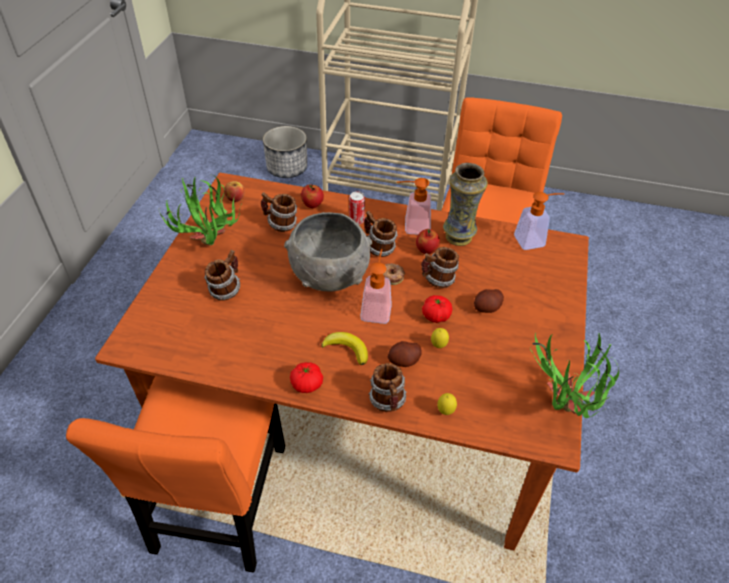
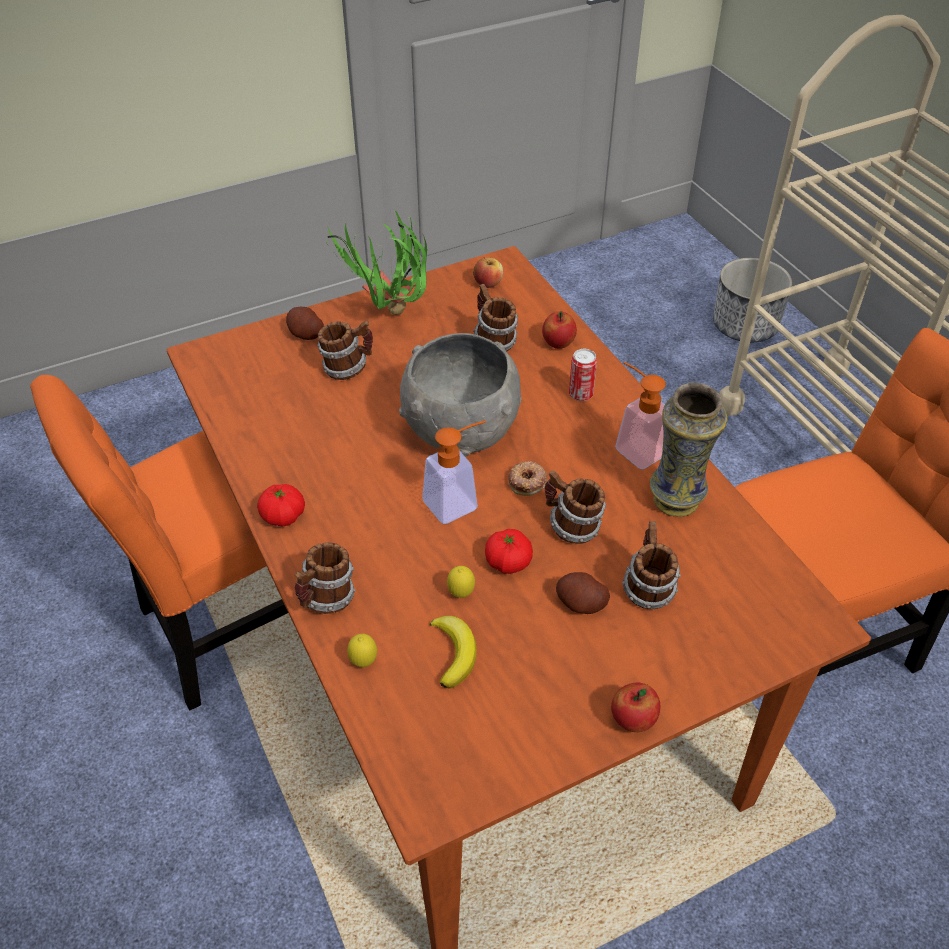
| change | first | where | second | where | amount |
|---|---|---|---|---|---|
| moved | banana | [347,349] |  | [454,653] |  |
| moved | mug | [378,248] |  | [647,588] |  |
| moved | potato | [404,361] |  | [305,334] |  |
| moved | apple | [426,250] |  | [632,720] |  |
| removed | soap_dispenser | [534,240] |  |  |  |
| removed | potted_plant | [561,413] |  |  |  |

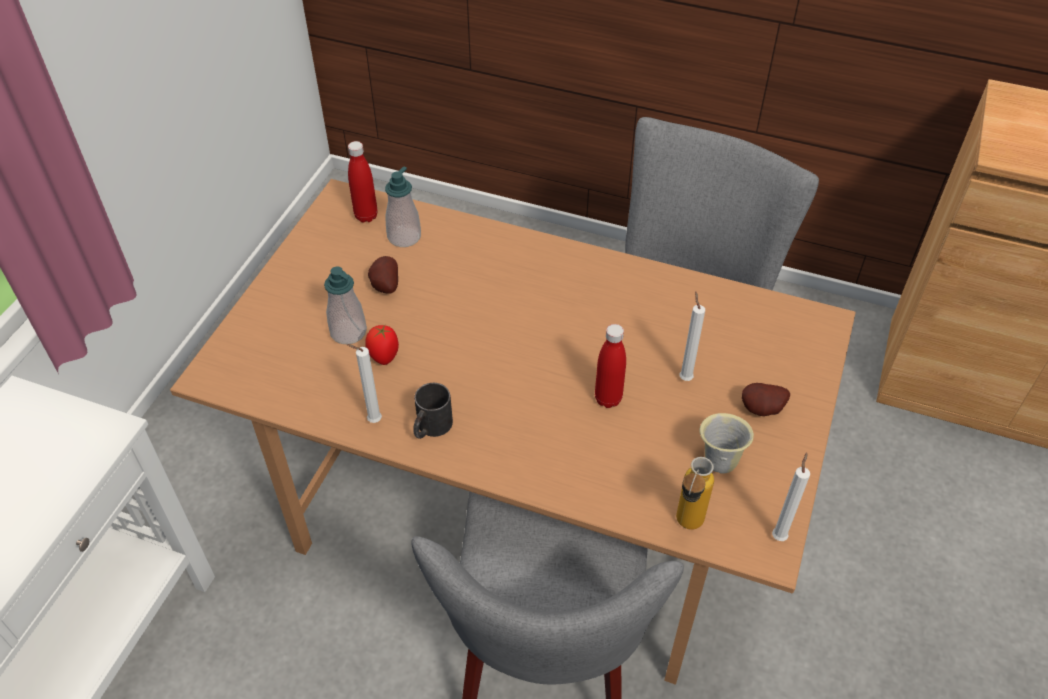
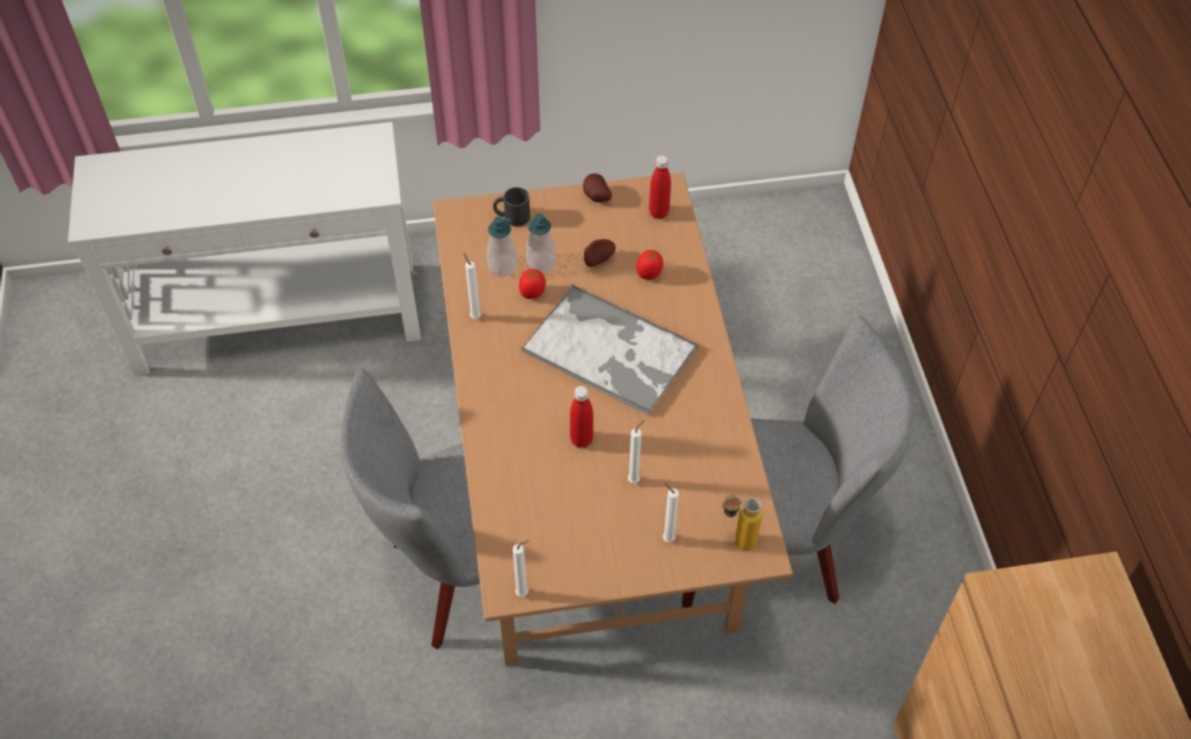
| change | first | where | second | where | amount |
|---|---|---|---|---|---|
| moved | soap_dispenser | [404,237] |  | [502,266] |  |
| moved | black_mug | [430,427] |  | [511,217] |  |
| moved | bottle | [685,528] |  | [736,542] |  |
| removed | beige_mug | [719,460] |  |  |  |
| moved | potato | [763,410] |  | [595,197] |  |
| added |  |  | tray | [611,351] |  |
| added |  |  | tomato | [649,274] |  |
| added |  |  | white_candle | [667,538] |  |

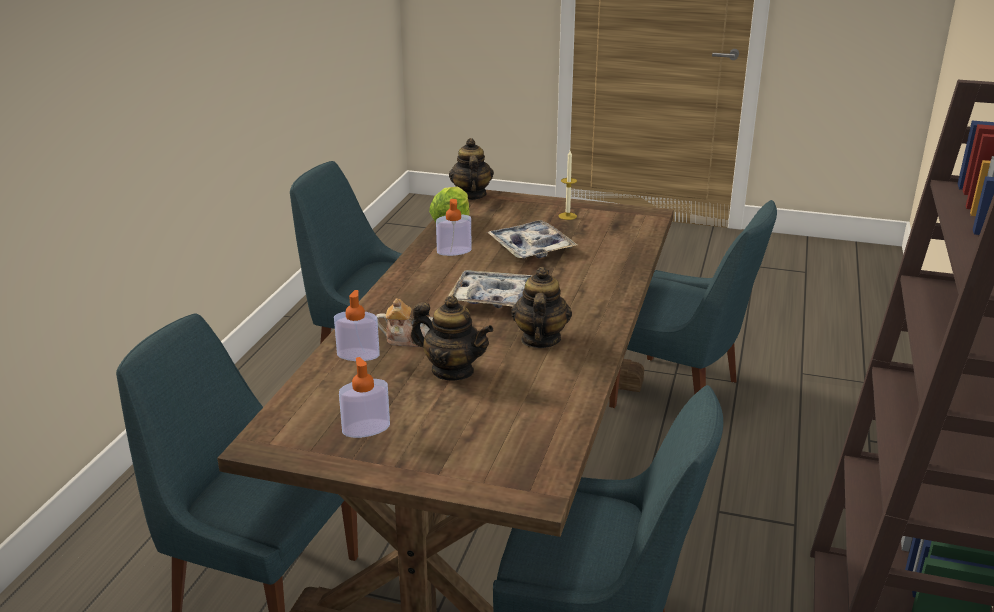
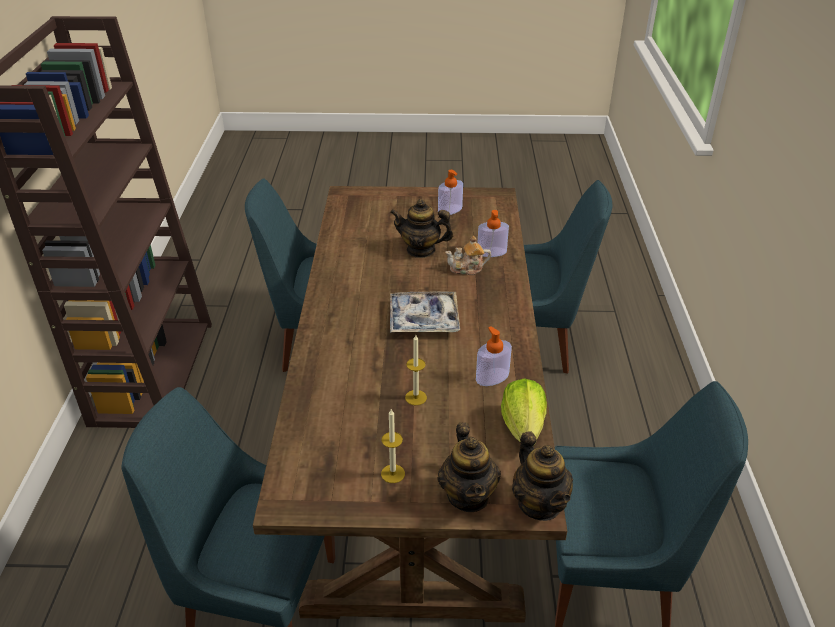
| change | first | where | second | where | amount |
|---|---|---|---|---|---|
| replaced | tray | [531,248] | candle | [416,397] |  |
| moved | teapot | [540,339] |  | [468,496] |  |

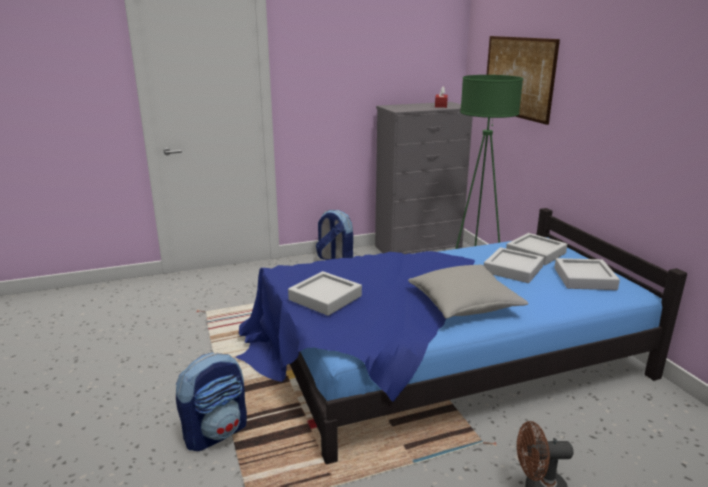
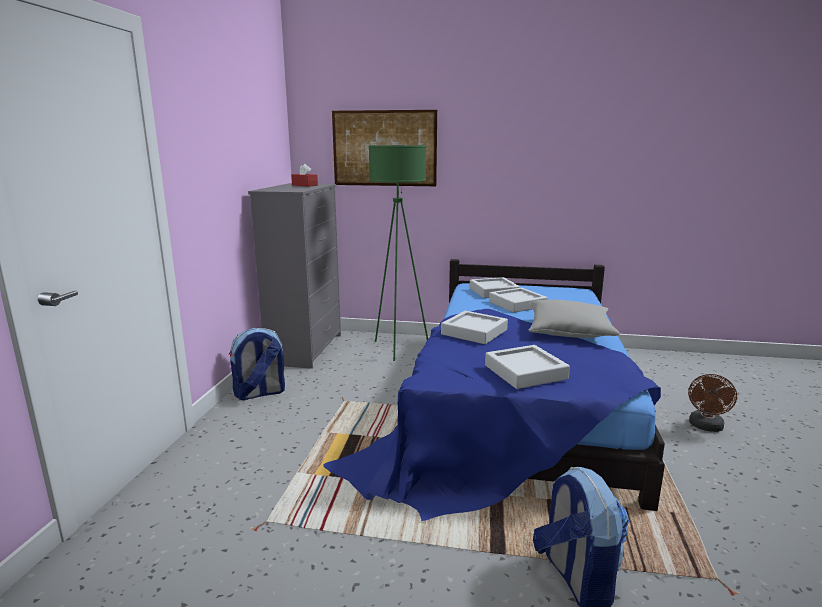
| change | first | where | second | where | amount |
|---|---|---|---|---|---|
| moved | grey_tray | [584,279] |  | [474,332] |  |

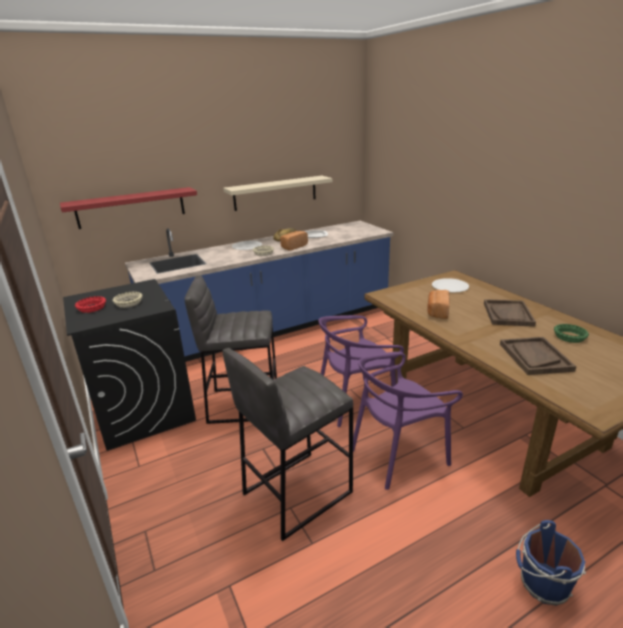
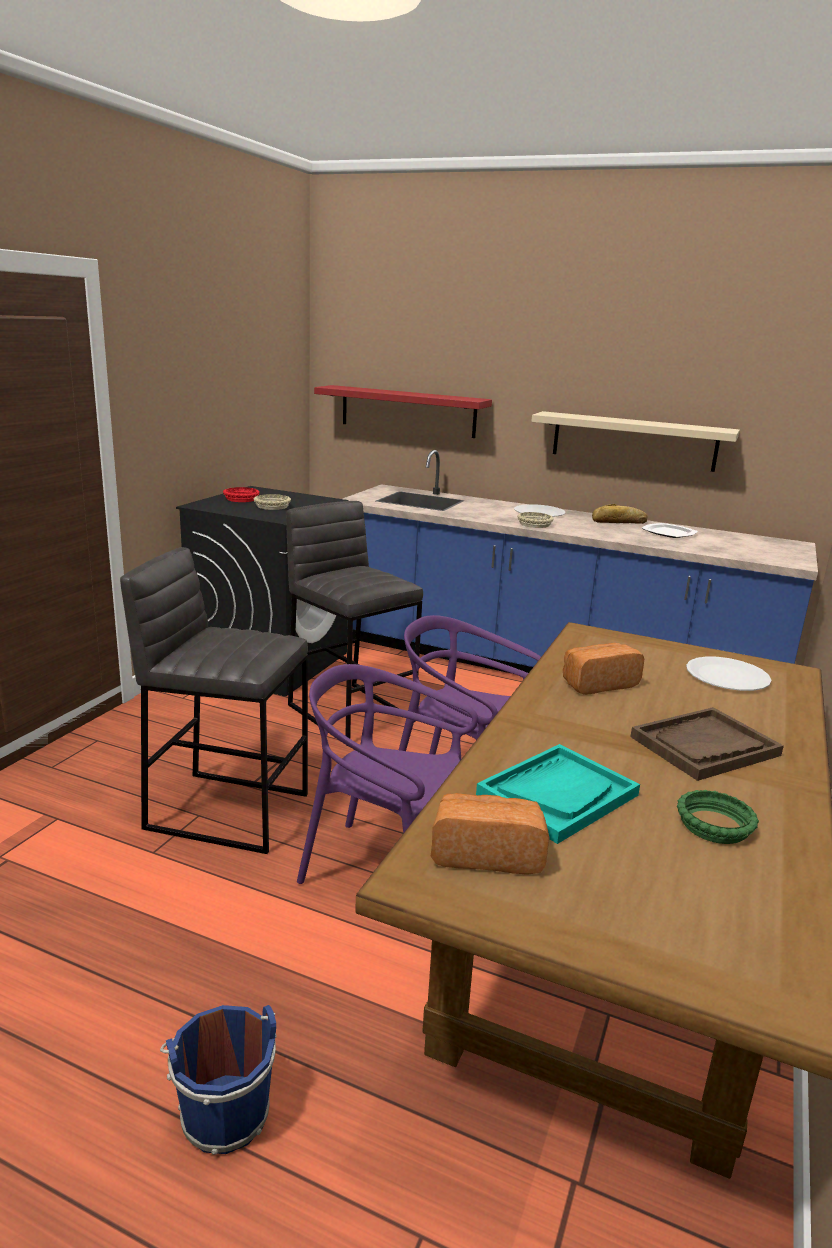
| change | first | where | second | where | amount |
|---|---|---|---|---|---|
| moved | bread | [293,246] |  | [486,853] |  |
| recoloured | brown_tray | [535,357] | turquoise_tray | [557,794] |  |

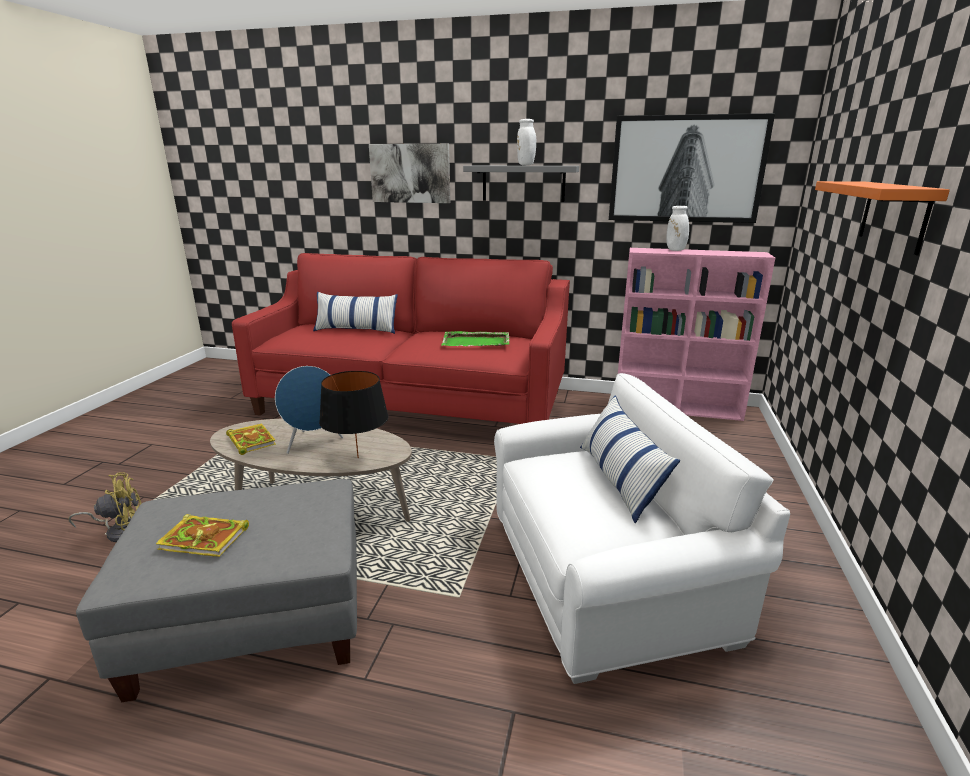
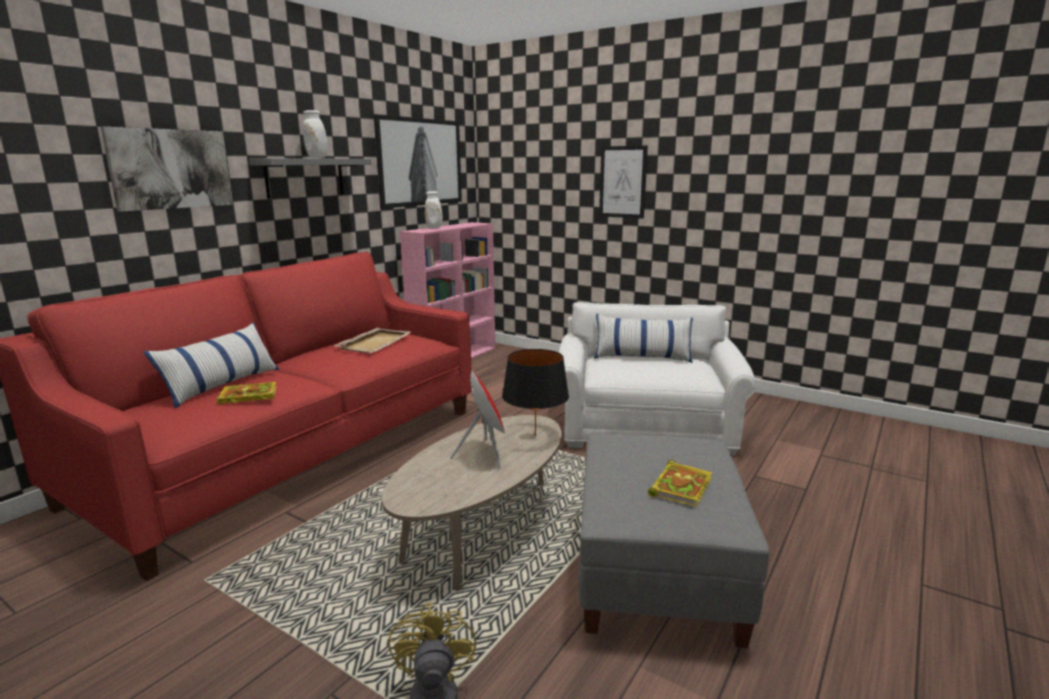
| change | first | where | second | where | amount |
|---|---|---|---|---|---|
| moved | book | [250,441] |  | [247,396] |  |
| recoloured | blue_speaker | [314,443] | red_speaker | [485,454] |  |
| recoloured | green_tray | [476,341] | beige_tray | [375,342] |  |
| replaced | orange_shelf | [893,215] | picture | [622,182] |  |

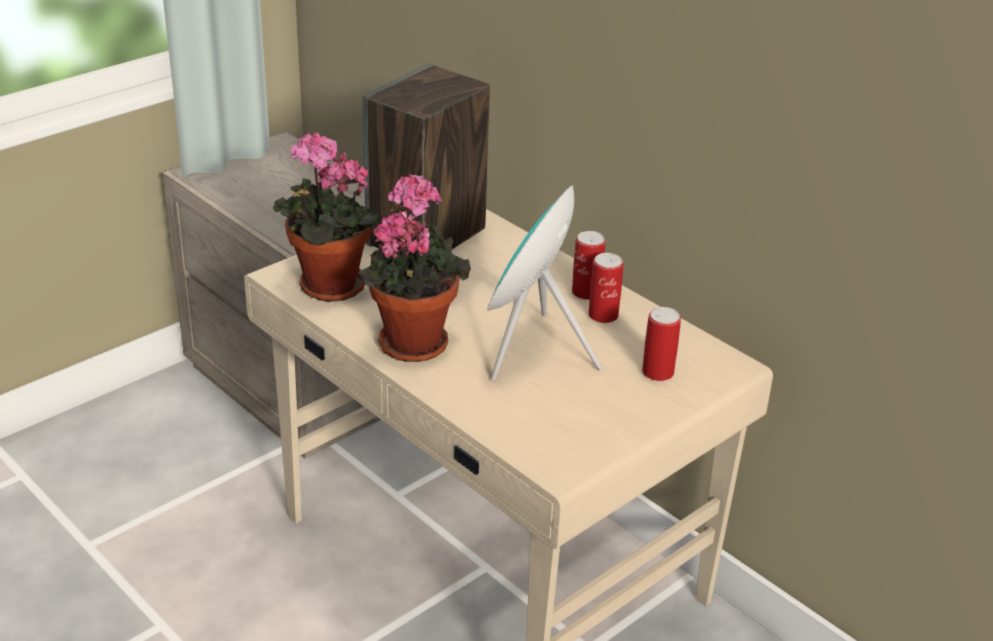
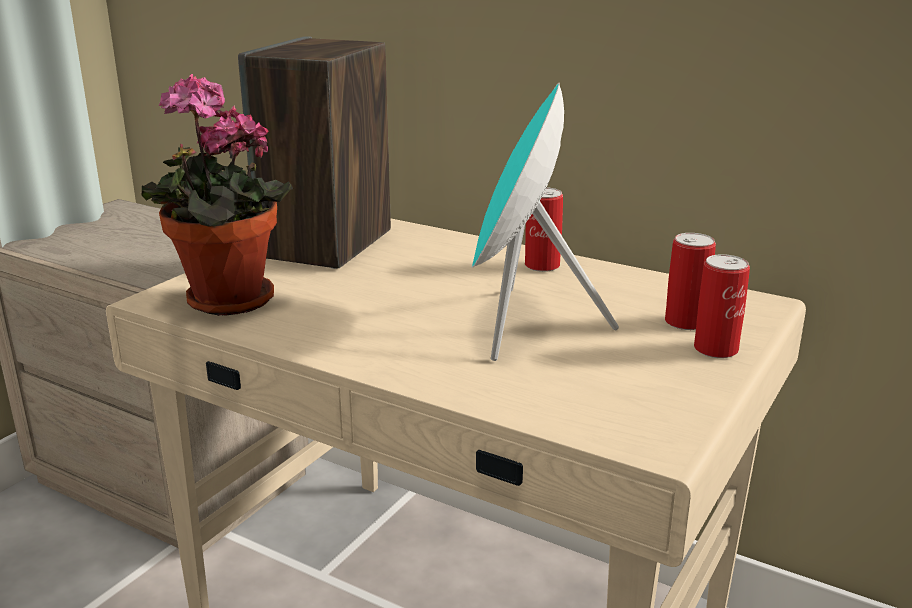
| change | first | where | second | where | amount |
|---|---|---|---|---|---|
| removed | potted_plant | [413,340] |  |  |  |
| moved | can | [603,315] |  | [716,349] |  |

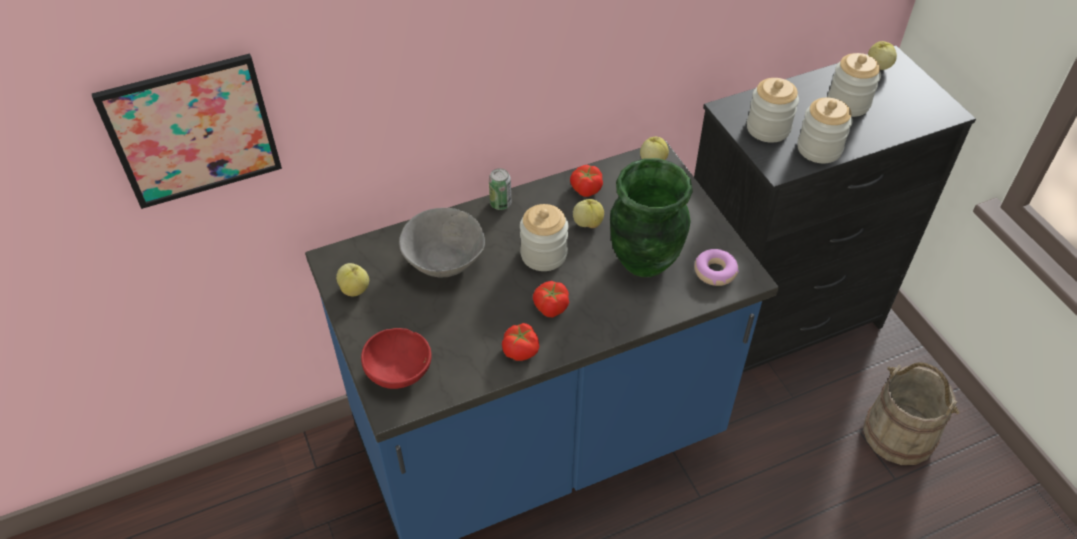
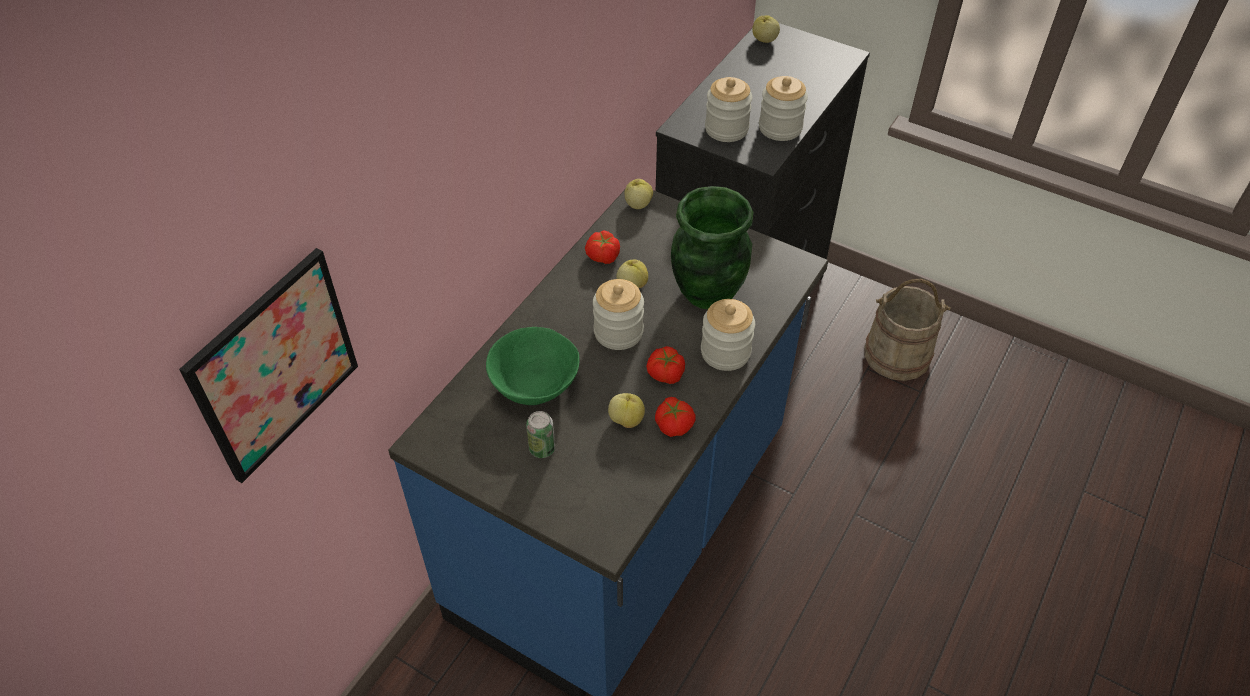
| change | first | where | second | where | amount |
|---|---|---|---|---|---|
| moved | apple | [355,289] |  | [626,419] |  |
| removed | red_bowl | [400,371] |  |  |  |
| recoloured | grey_bowl | [443,262] | green_bowl | [534,387] |  |
| moved | can | [500,203] |  | [542,449] |  |
| removed | donut | [715,272] |  |  |  |
| moved | jar | [848,103] |  | [725,352] |  |

